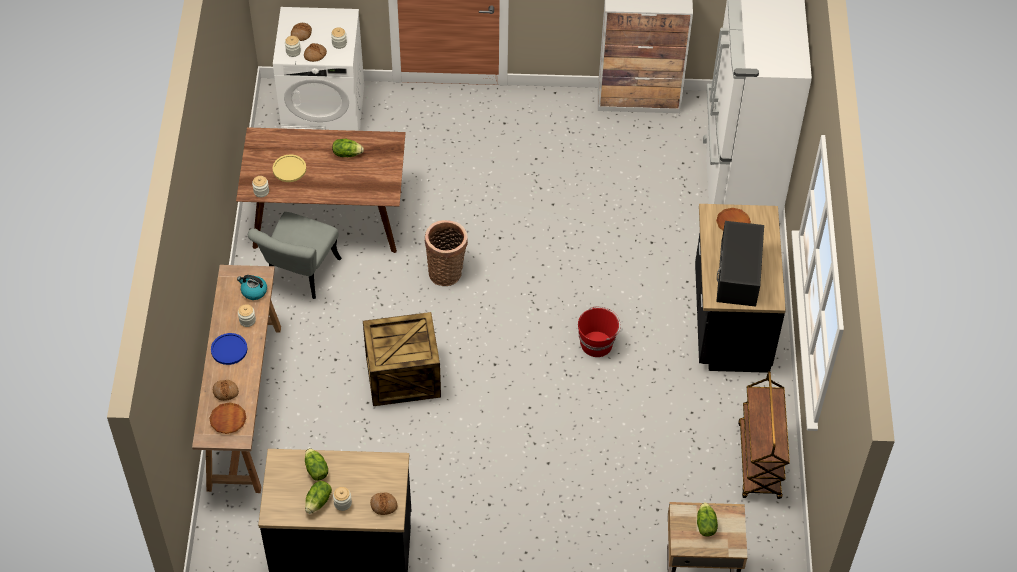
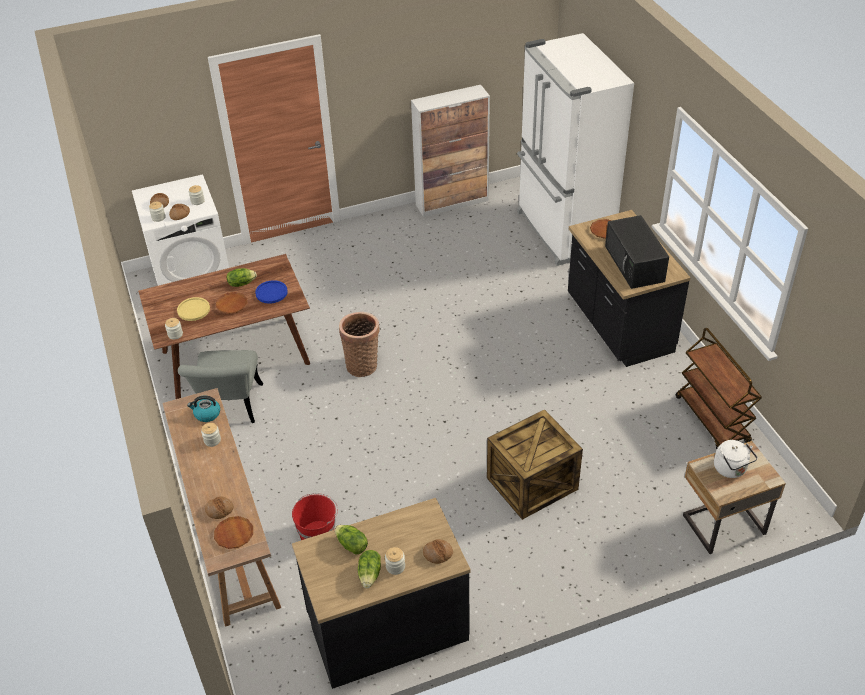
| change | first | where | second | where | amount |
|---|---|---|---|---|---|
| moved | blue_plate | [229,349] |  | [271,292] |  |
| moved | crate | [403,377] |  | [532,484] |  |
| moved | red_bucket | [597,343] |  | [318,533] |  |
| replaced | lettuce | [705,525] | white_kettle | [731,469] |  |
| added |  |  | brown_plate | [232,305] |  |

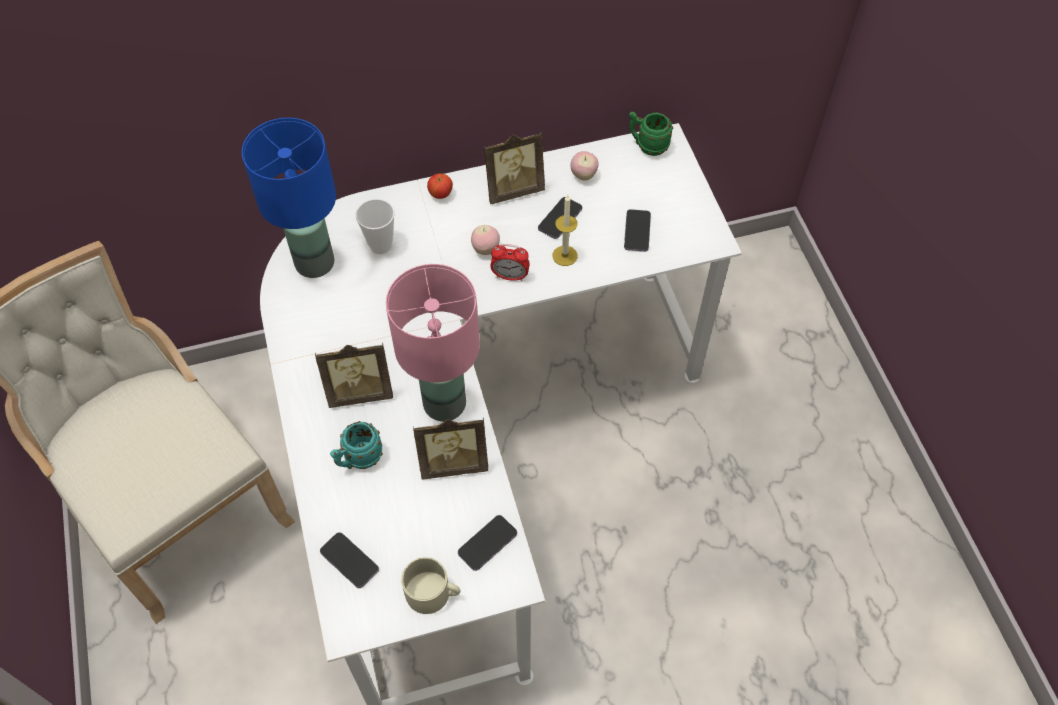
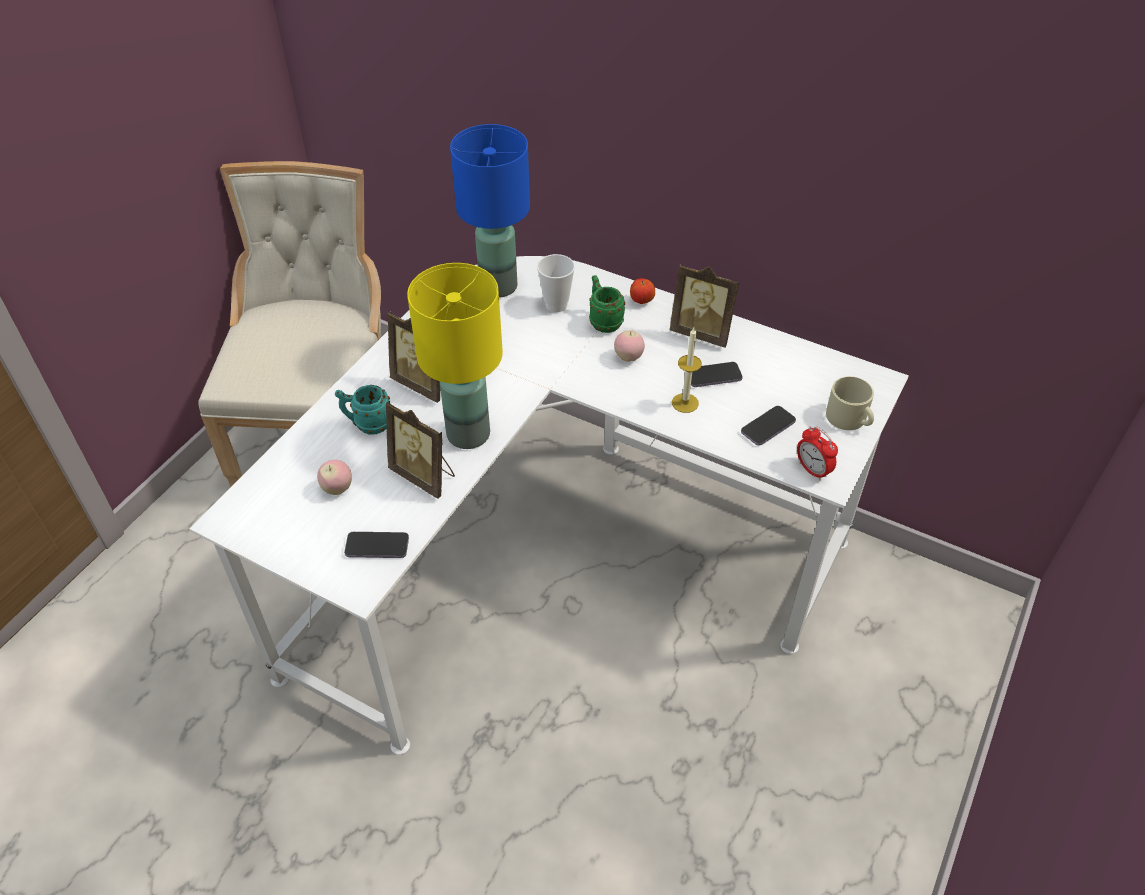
| change | first | where | second | where | amount |
|---|---|---|---|---|---|
| removed | phone | [349,561] |  |  |  |
| recoloured | pink_table_lamp | [443,403] | yellow_table_lamp | [468,433] |  |
| moved | beige_mug | [433,593] |  | [849,419] |  |
| moved | alarm_clock | [510,276] |  | [812,470] |  |
| moved | apple | [583,175] |  | [337,488] |  |
| moved | green_mug | [647,145] |  | [603,321] |  |

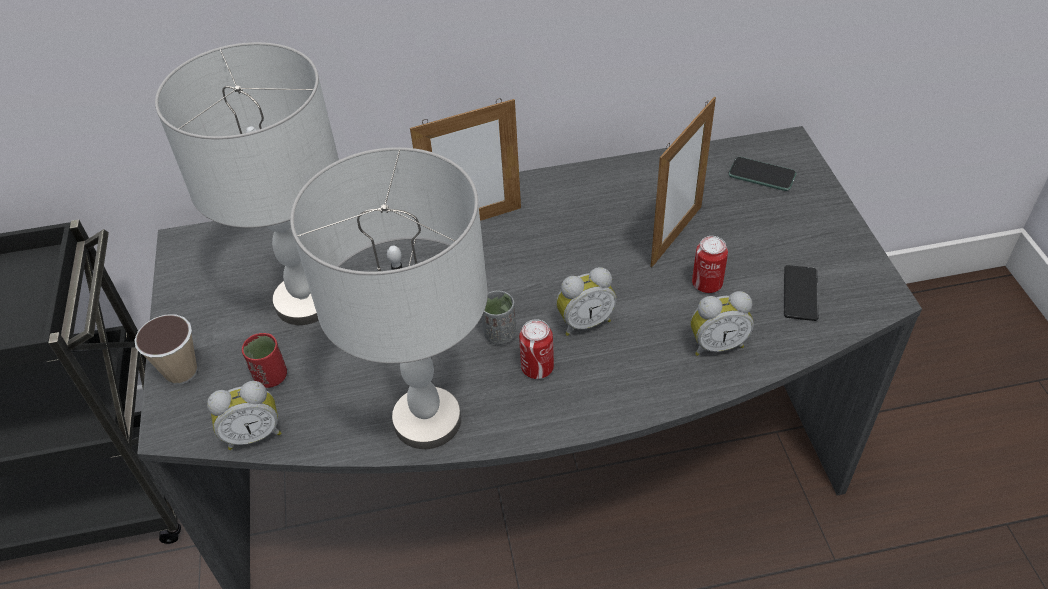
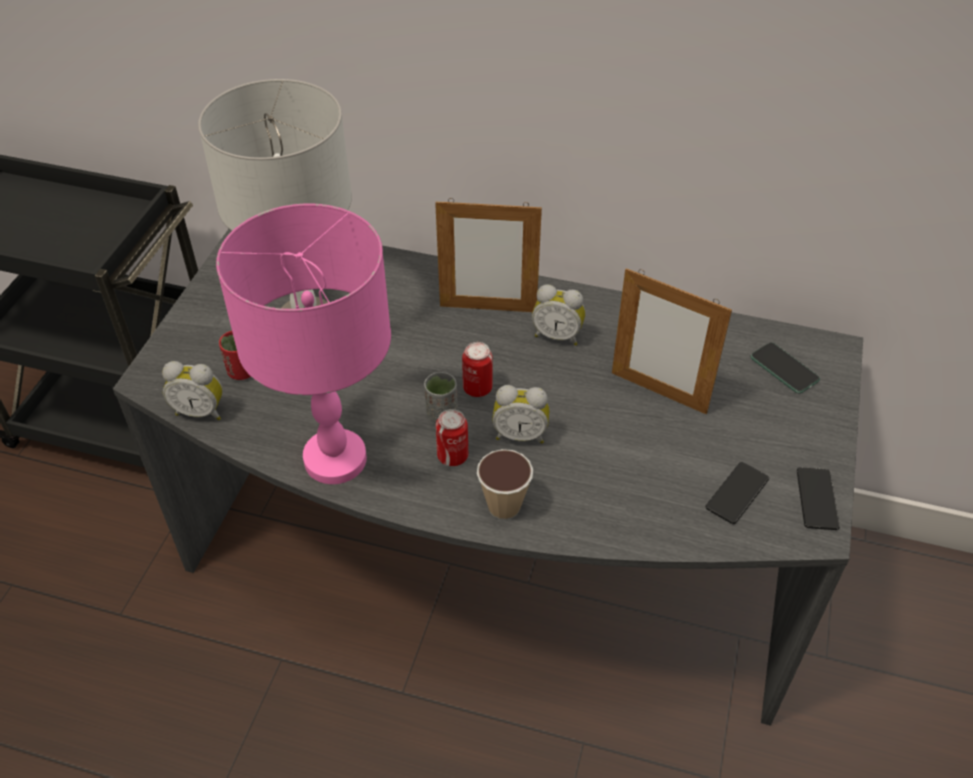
| change | first | where | second | where | amount |
|---|---|---|---|---|---|
| moved | cup | [181,372] |  | [504,507] |  |
| recoloured | grey_table_lamp | [426,421] | pink_table_lamp | [334,459] |  |
| turned | picture_frame | [676,235] |  | [658,392] | 60 degrees clockwise |
| moved | alarm_clock | [716,344] |  | [557,335] |  |
| moved | can | [707,284] |  | [477,388] |  |
| added |  |  | phone | [817,499] |  |

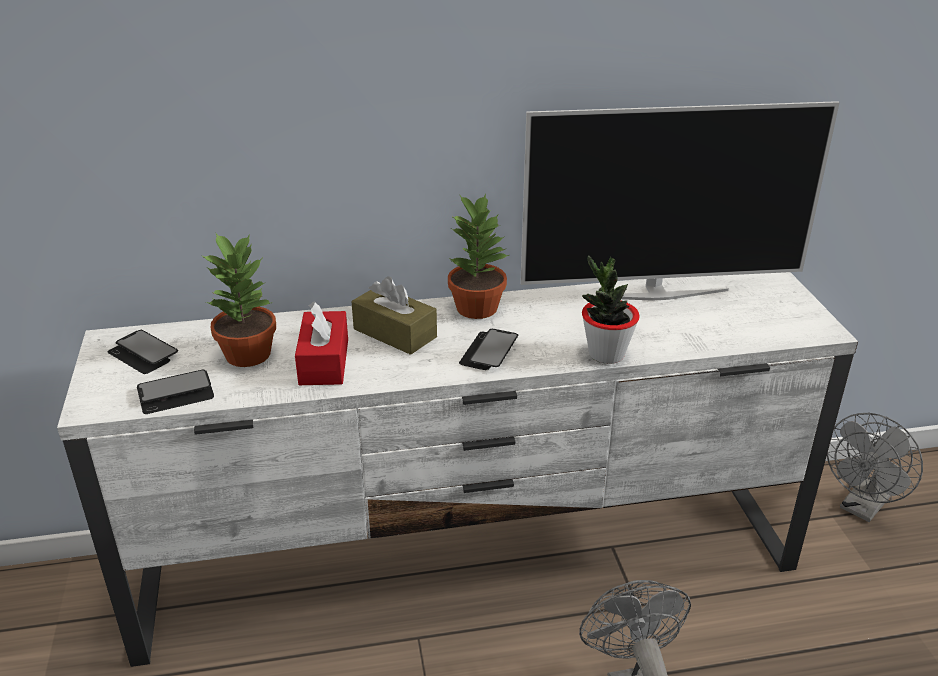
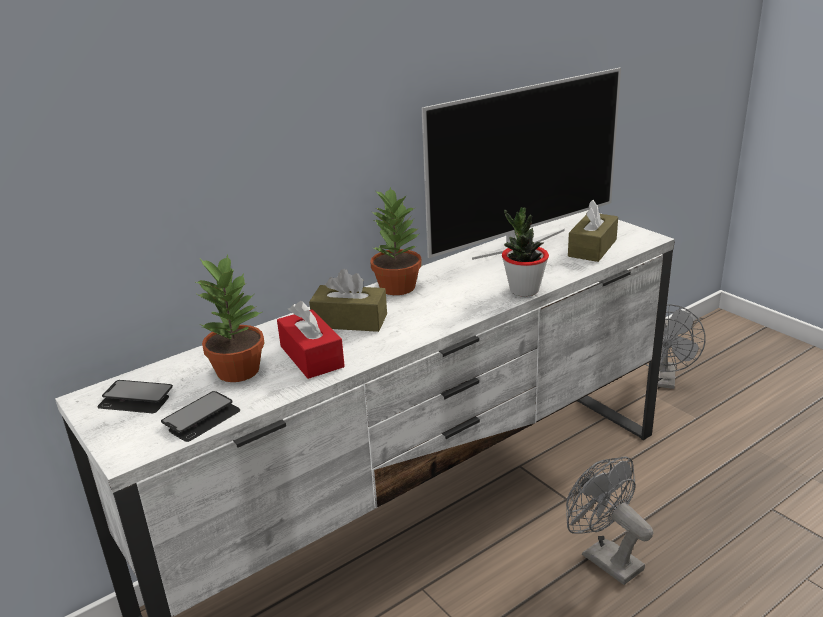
| change | first | where | second | where | amount |
|---|---|---|---|---|---|
| removed | phone | [489,351] |  |  |  |
| added |  |  | brown_tissue_box | [592,248] |  |

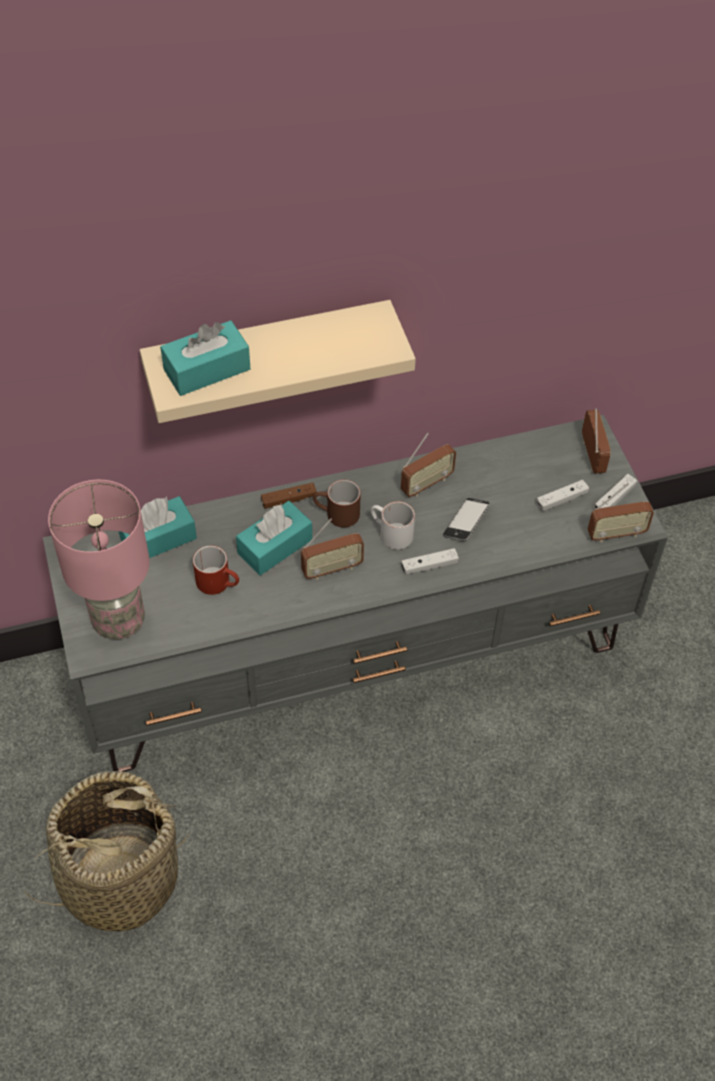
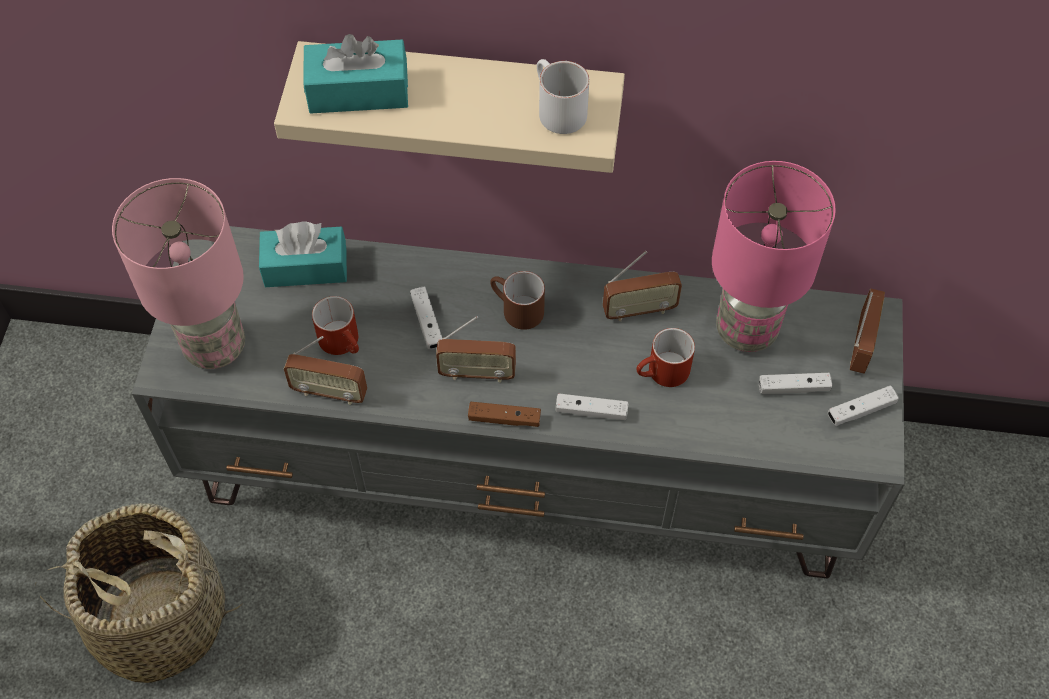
| change | first | where | second | where | amount |
|---|---|---|---|---|---|
| replaced | turquoise_tissue_box | [275,546] | white_game_controller | [427,322] |  |
| moved | brown_game_controller | [289,500] |  | [504,419] |  |
| moved | white_mug | [390,534] |  | [555,110] |  |
| replaced | phone | [466,522] | red_mug | [662,374] |  |
| moved | radio | [616,534] |  | [329,392] |  |
| added |  |  | pink_table_lamp | [747,329] |  |

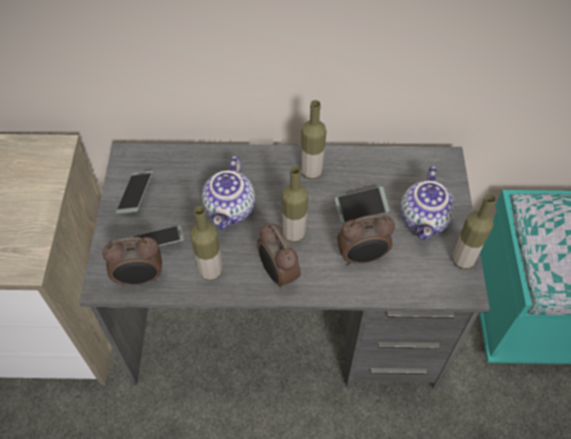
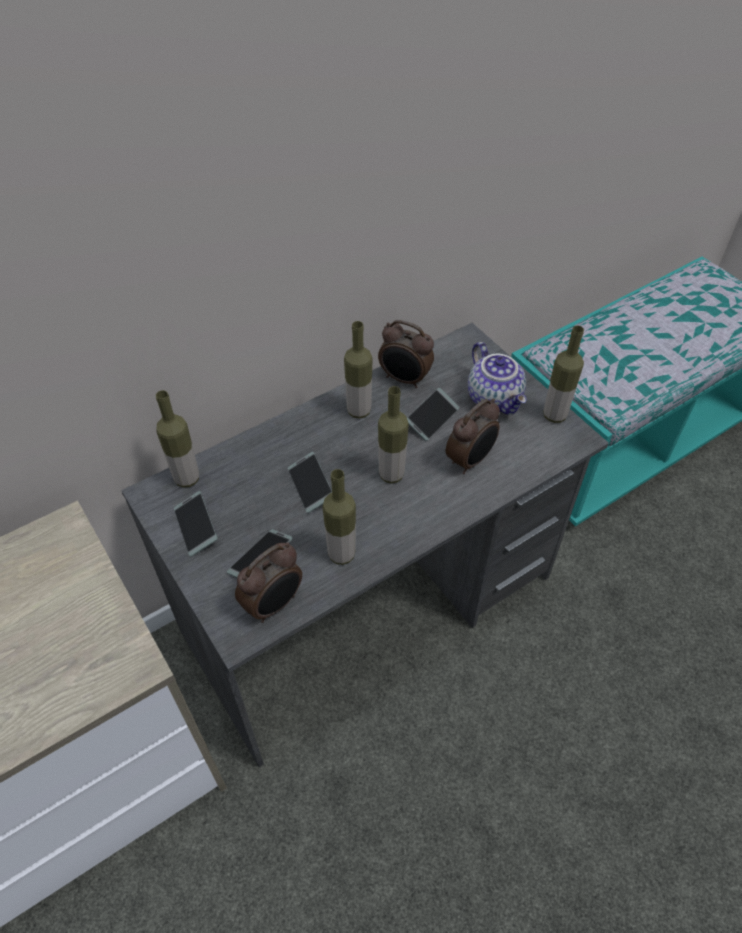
| change | first | where | second | where | amount |
|---|---|---|---|---|---|
| replaced | teapot | [231,209] | phone | [310,486] |  |
| moved | alarm_clock | [277,273] |  | [404,379] |  |
| added |  |  | bottle | [187,479] |  |

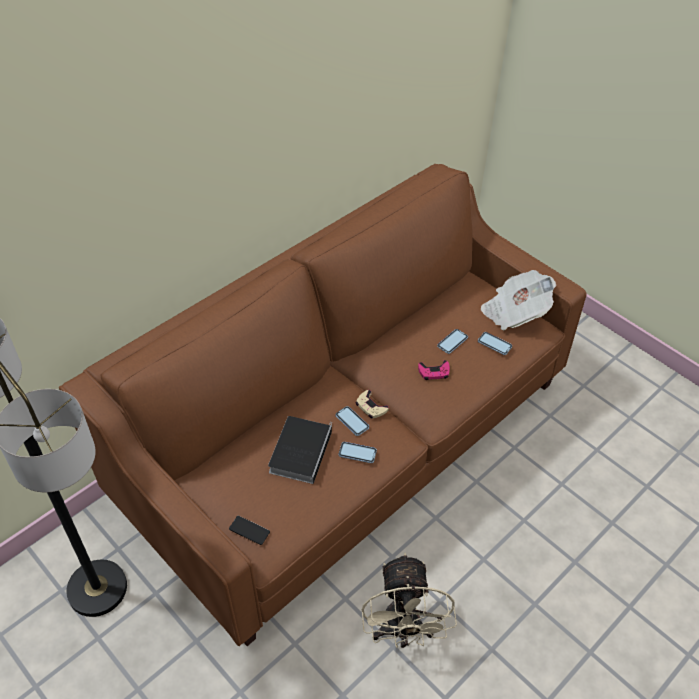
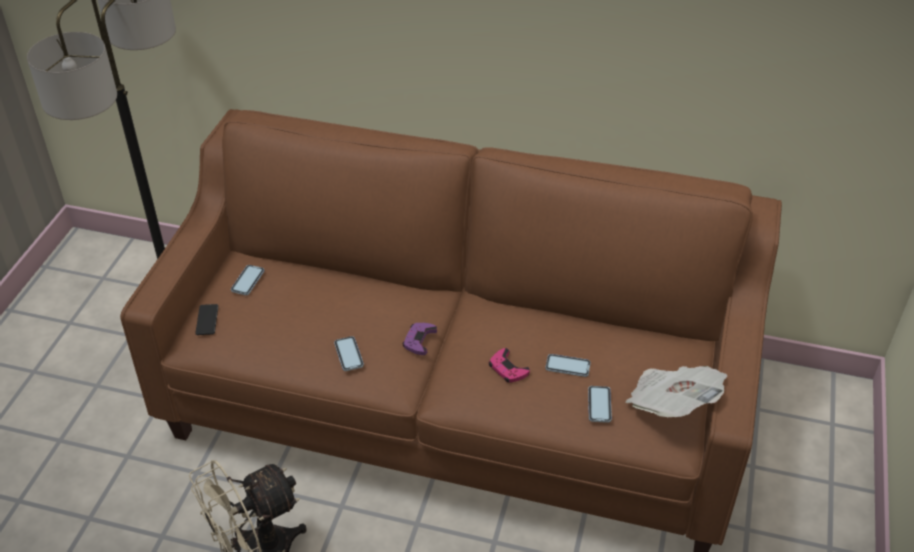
| change | first | where | second | where | amount |
|---|---|---|---|---|---|
| removed | book | [300,450] |  |  |  |
| moved | phone | [352,421] |  | [248,281] |  |
| recoloured | beige_game_controller | [371,407] | purple_game_controller | [419,340] |  |

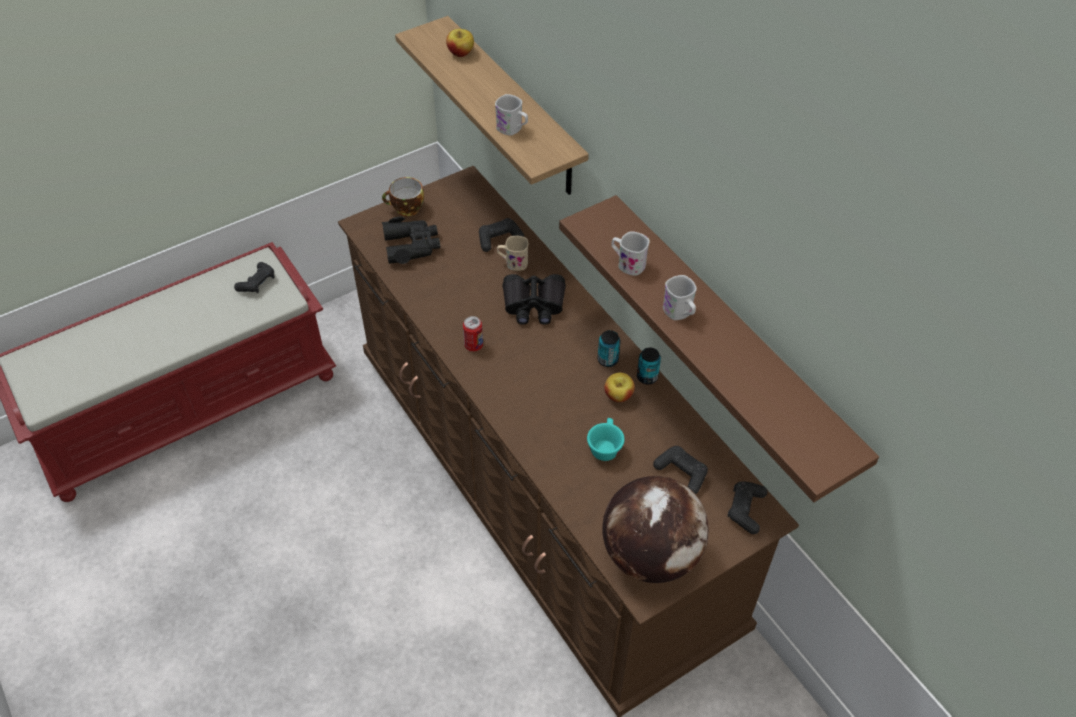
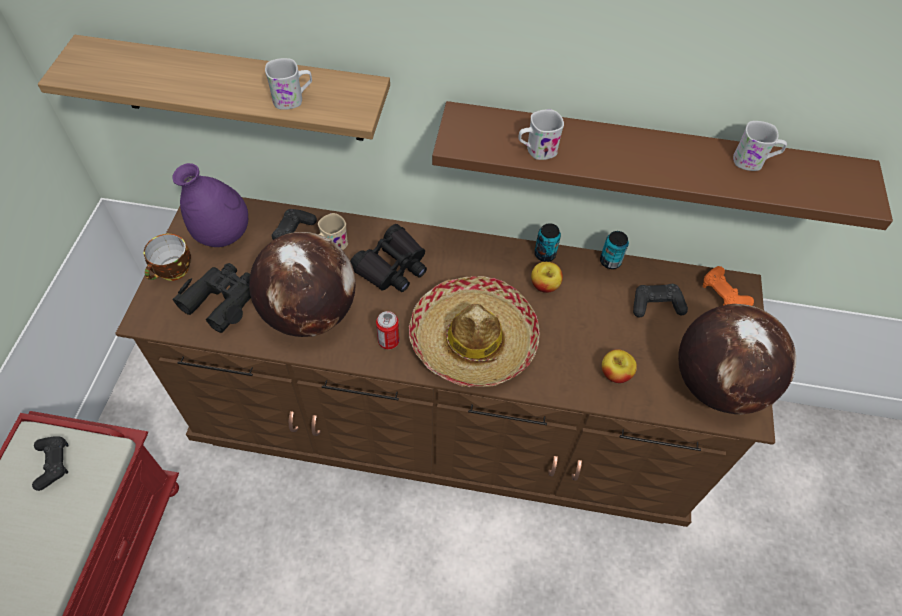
| change | first | where | second | where | amount |
|---|---|---|---|---|---|
| moved | apple | [460,53] |  | [615,374] |  |
| removed | turquoise_cup | [604,446] |  |  |  |
| moved | can | [607,360] |  | [610,261] |  |
| moved | white_mug | [680,313] |  | [753,161] |  |
| recoloured | black_game_controller | [745,510] | orange_game_controller | [723,294] |  |
| added |  |  | purple_vase | [223,236] |  |
| added |  |  | globe | [309,313] |  |
| added |  |  | hat | [473,340] |  |

